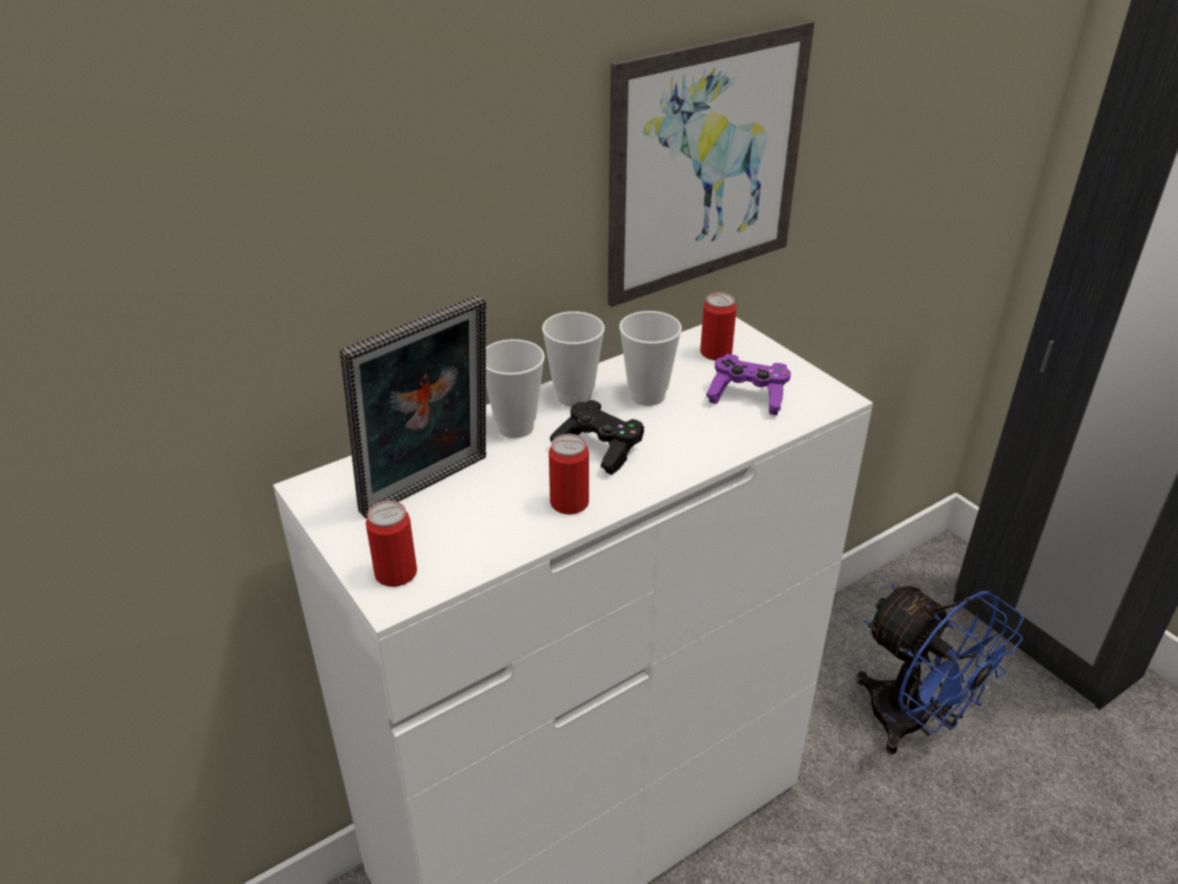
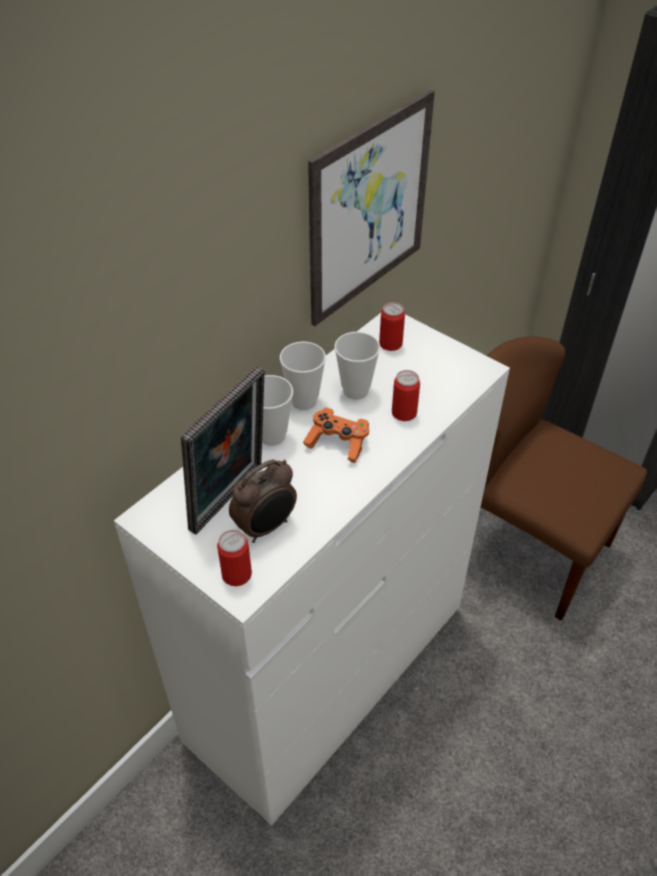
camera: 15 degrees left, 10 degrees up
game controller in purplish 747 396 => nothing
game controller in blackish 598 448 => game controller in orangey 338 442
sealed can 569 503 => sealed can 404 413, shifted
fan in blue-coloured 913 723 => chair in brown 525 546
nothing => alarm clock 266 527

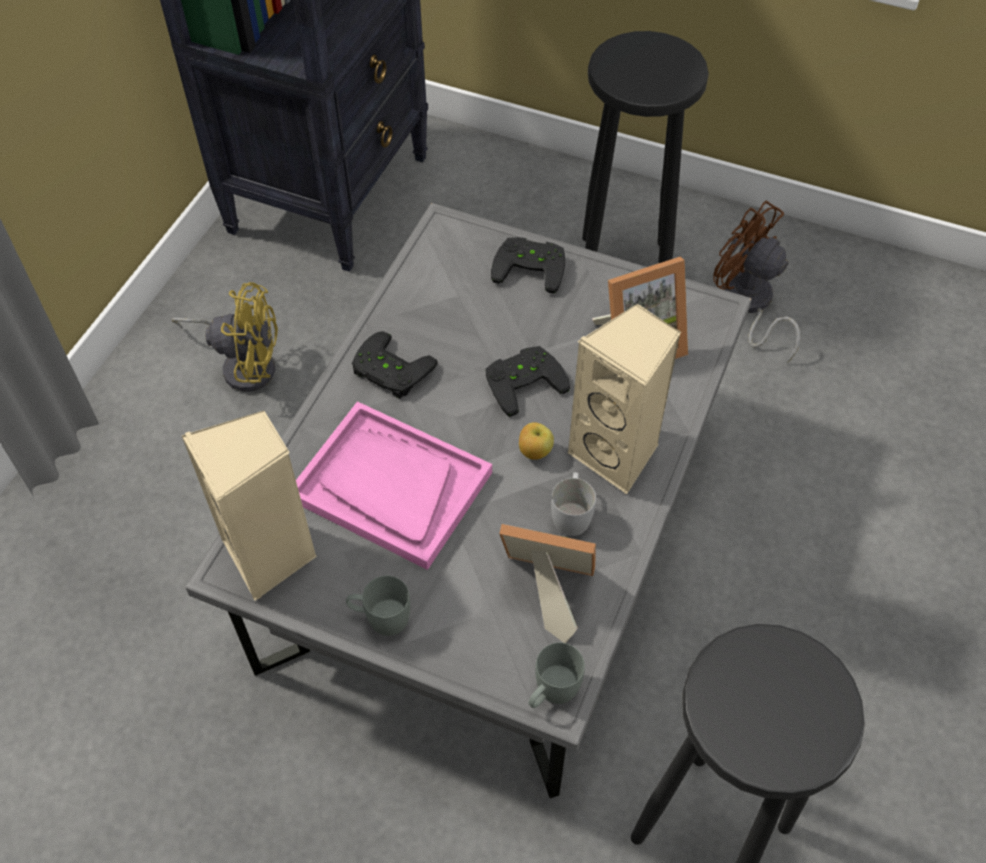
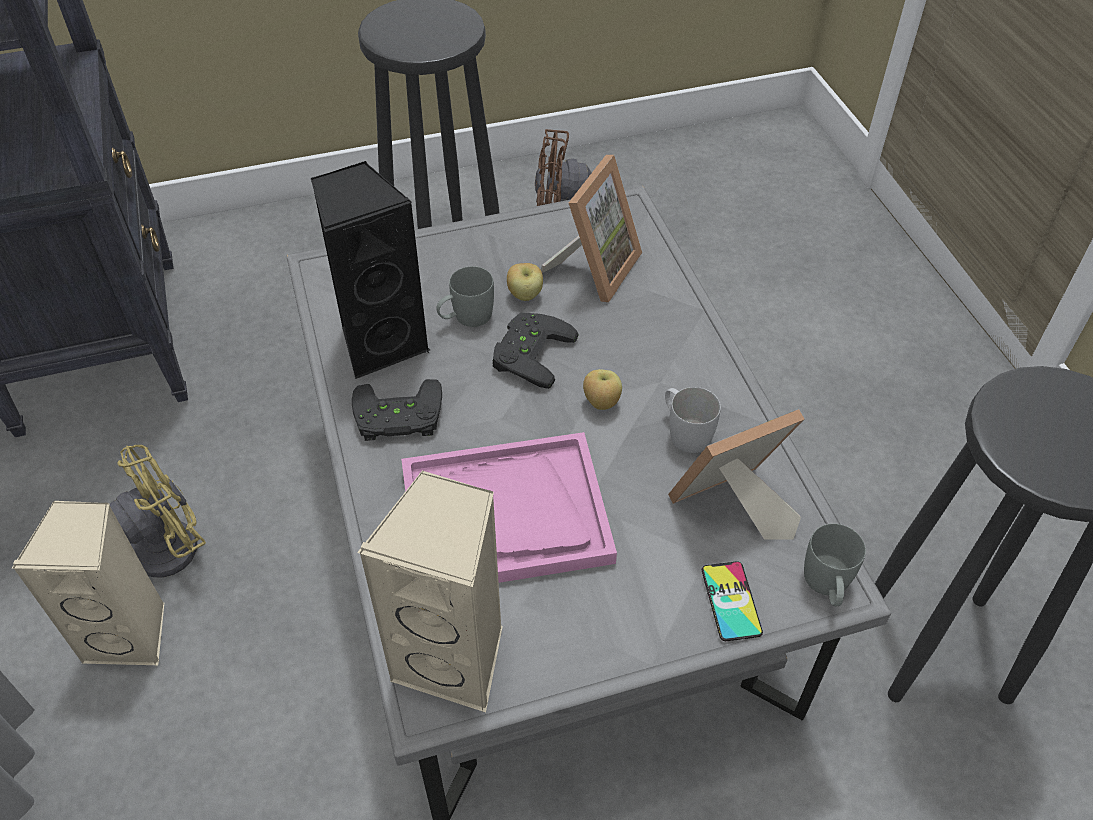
camera: 40 degrees left, 5 degrees down
game controller in blackish 531 266 => nothing
audio speaker in beige-coloured 618 453 => audio speaker in beige-coloured 131 634, shifted
tea mug in gray 380 617 => tea mug in gray 466 318, shifted
nothing => audio speaker in blackish 381 342
nothing => whole apple 525 295
nothing => handset 731 601

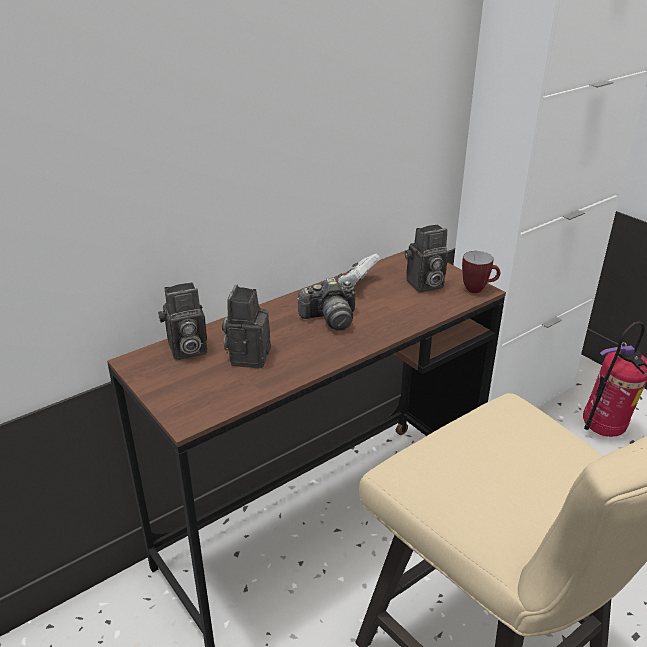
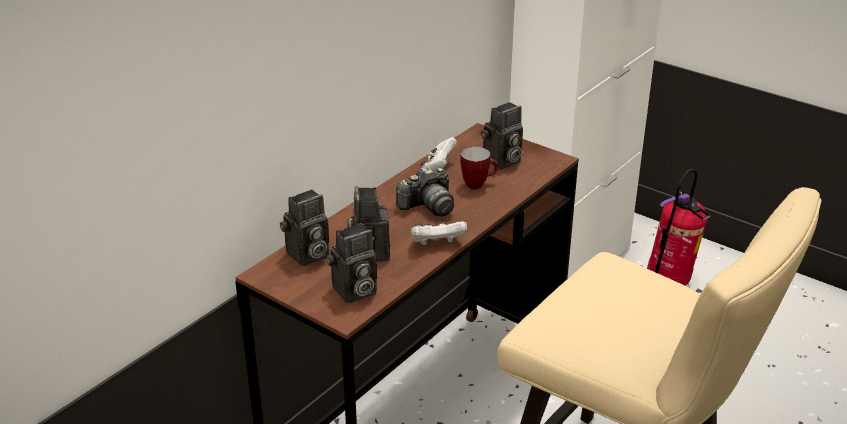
camera: 15 degrees left, 0 degrees up
tea mug 478 289 => tea mug 478 184, shifted
nothing => game controller in whitish 437 244
nothing => photo camera 353 292

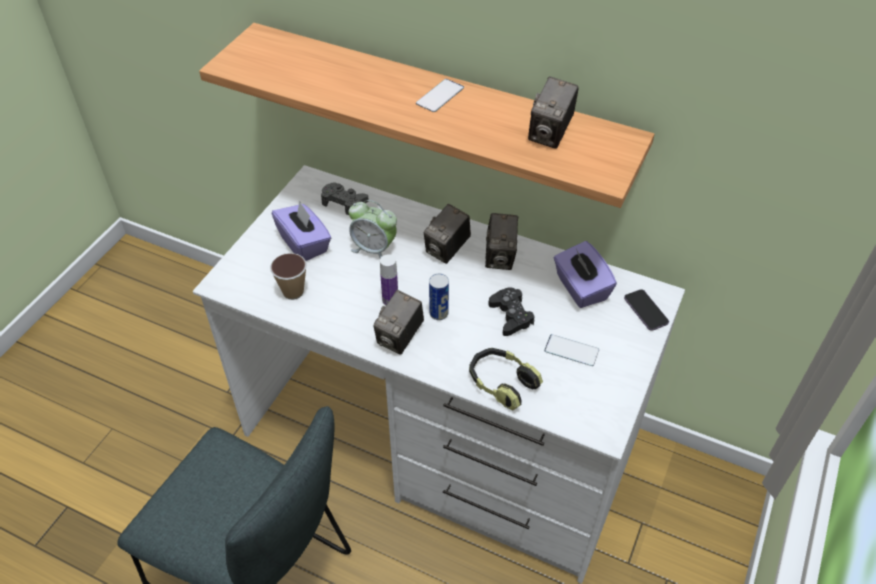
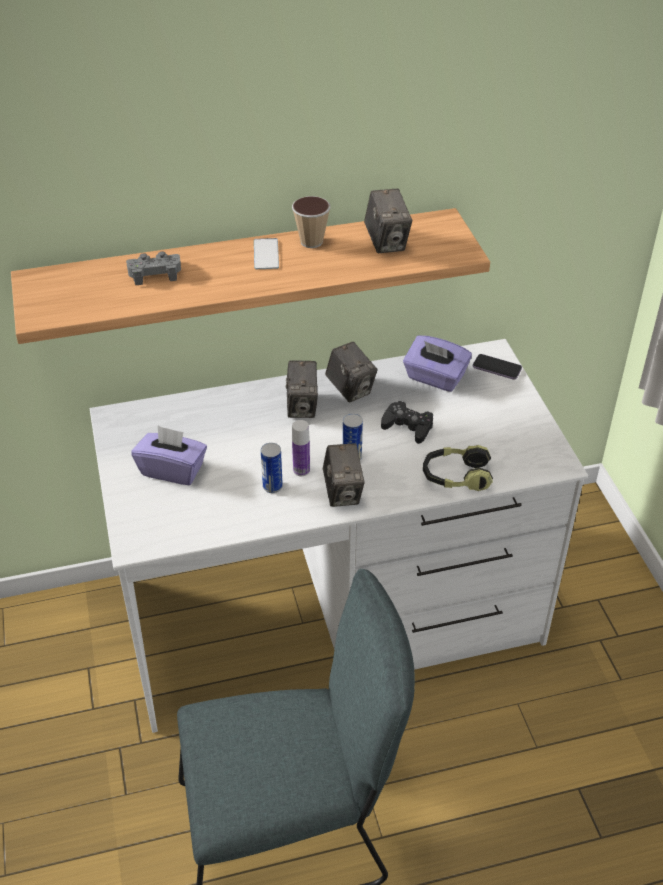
camera: 40 degrees left, 5 degrees down
game controller in gray 344 202 => game controller in gray 155 273, shifted
alarm clock 374 249 => nothing
small cup 293 292 => small cup 311 242, shifted
handset 571 350 => nothing
nothing => sealed can 272 486

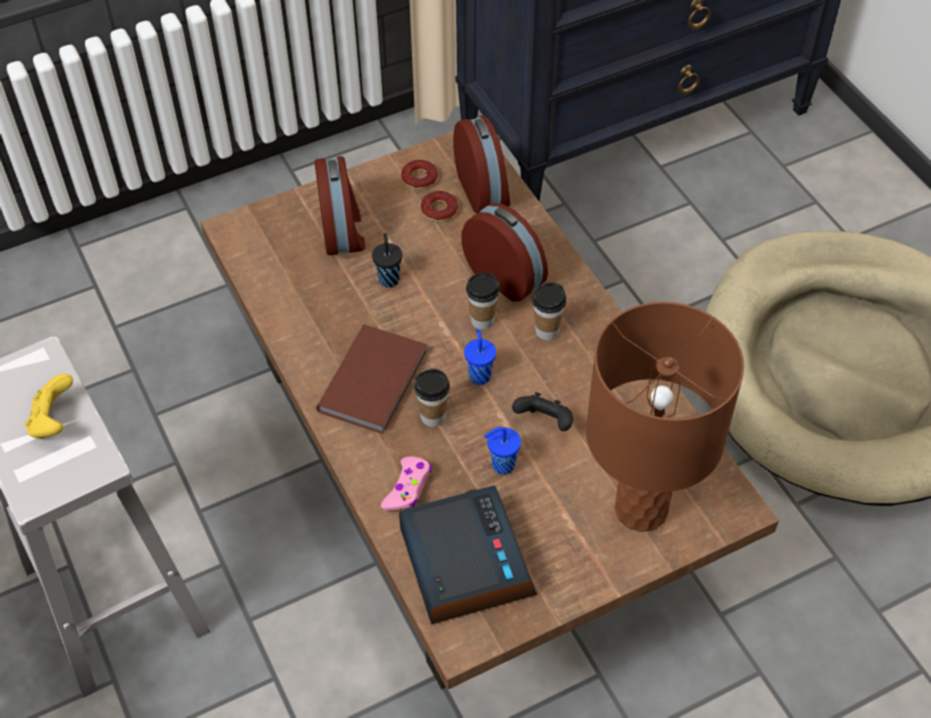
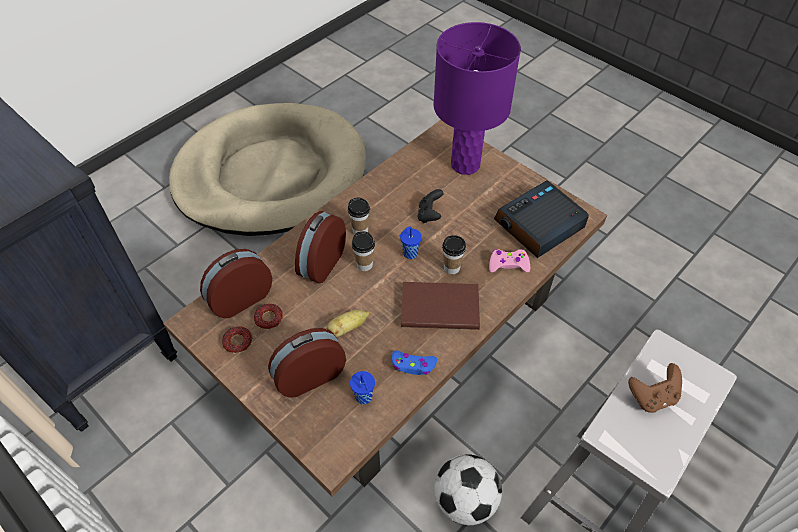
camera: 110 degrees left, 0 degrees up
small cup in blackish 388 279 => banana 347 328
lamp for a table in brown 641 508 => lamp for a table in purplish 464 164
game controller in yellowish 53 421 => game controller in brown 652 397
small cup in blue-coloured 501 465 => small cup in blue-coloured 364 398, shifted
nothing => game controller in blue-coloured 413 365
nothing => football ball 465 500

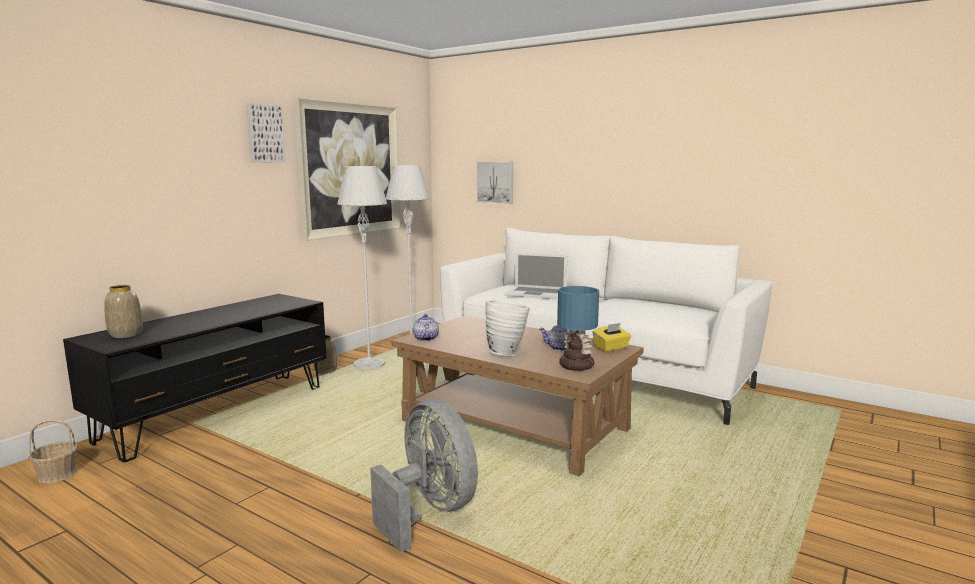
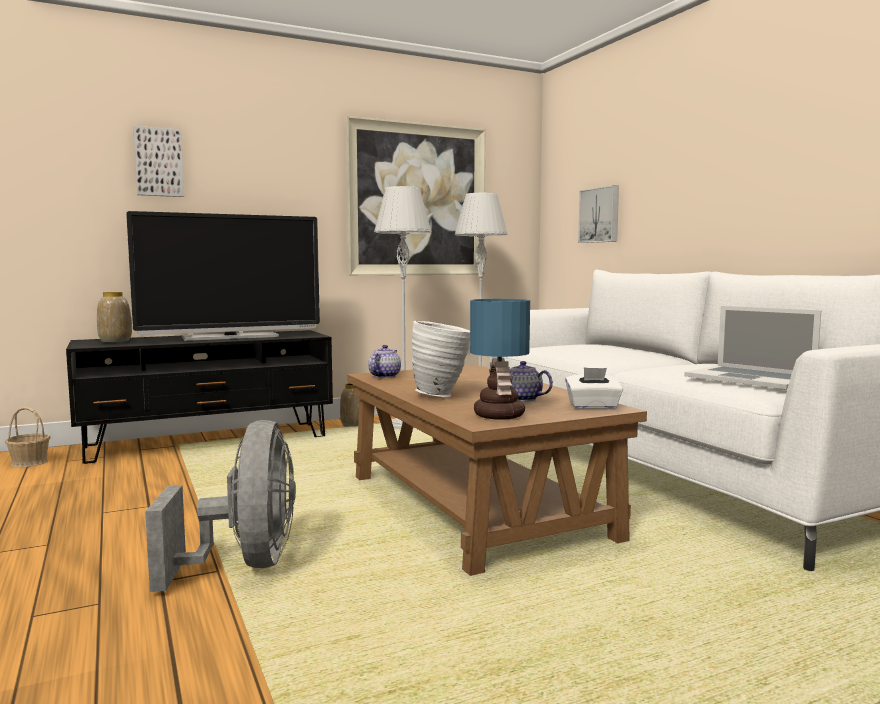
camera: 30 degrees right, 5 degrees down
picture 264 133 => picture 159 162, shifted
laptop 536 293 => laptop 750 378, shifted
box of tissues in yellowish 611 348 => box of tissues in whitish 593 406
nothing => TV set 230 337

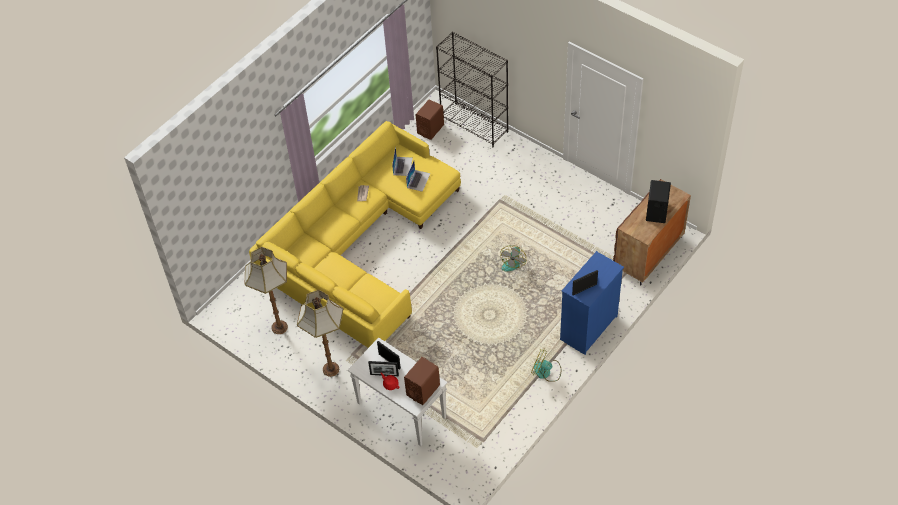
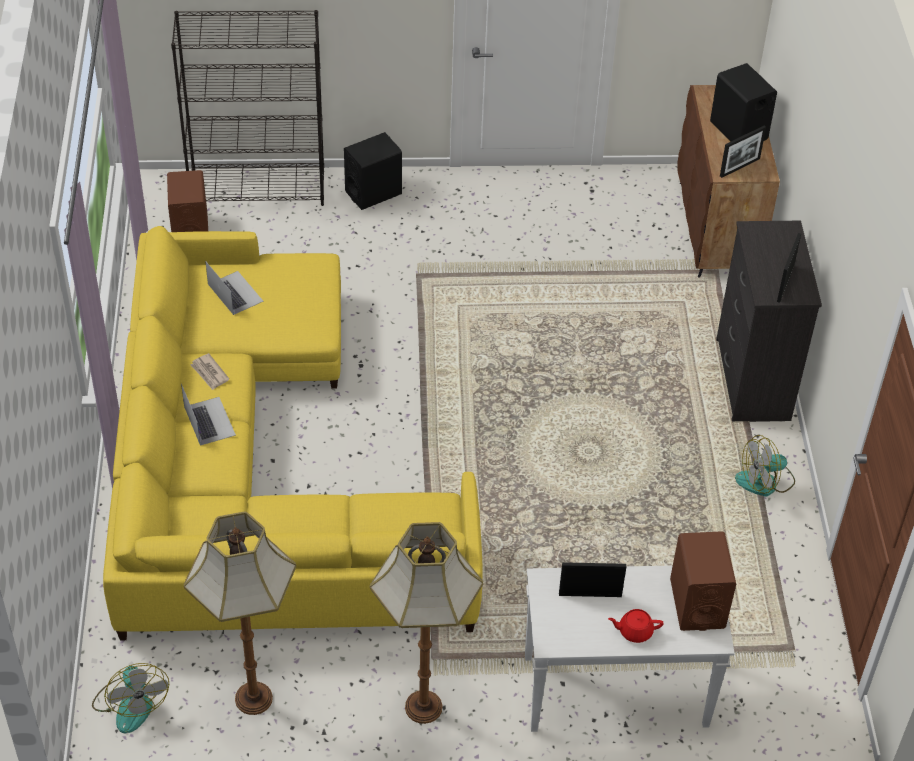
camera: 45 degrees left, 5 degrees down
laptop 418 180 => laptop 209 420, shifted
fan 512 262 => fan 130 703, shifted
chest of drawers in blue-coloured 588 328 => chest of drawers in blackish 752 380
standing frame 384 374 => standing frame 739 167, shifted
nothing => audio speaker in blackish 373 193

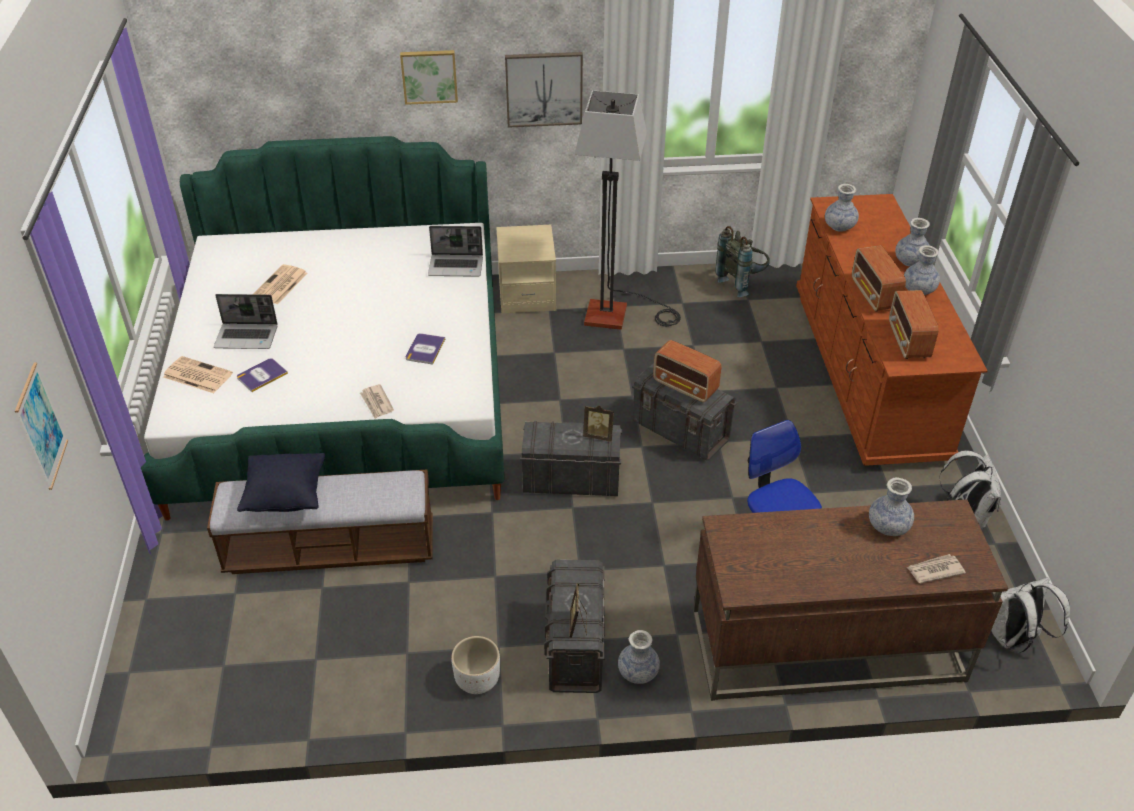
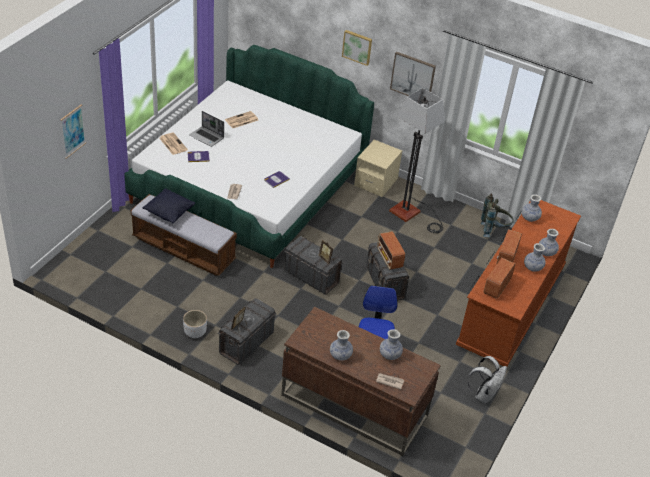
camera: 30 degrees right, 0 degrees up
laptop 456 266 => nothing
backpack in whitish 1013 639 => nothing
vase 638 672 => vase 340 355, shifted

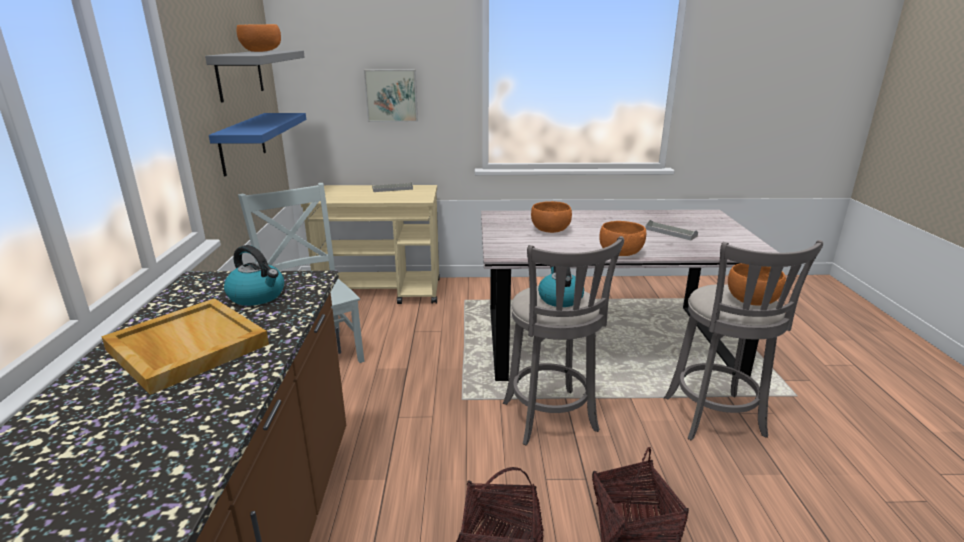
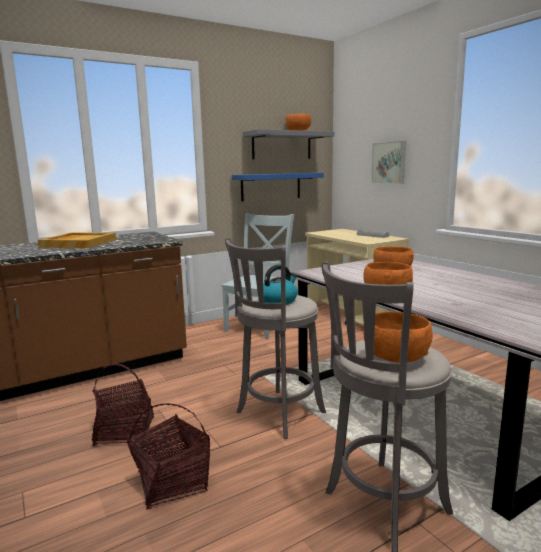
camera: 60 degrees right, 10 degrees down
carrying tray in gray 670 232 => nothing
water kettle 258 296 => nothing

